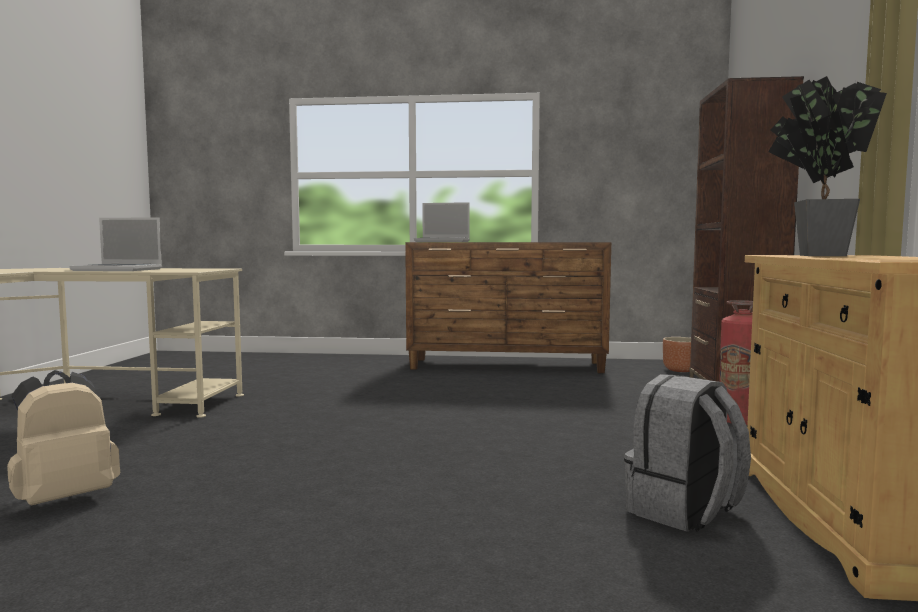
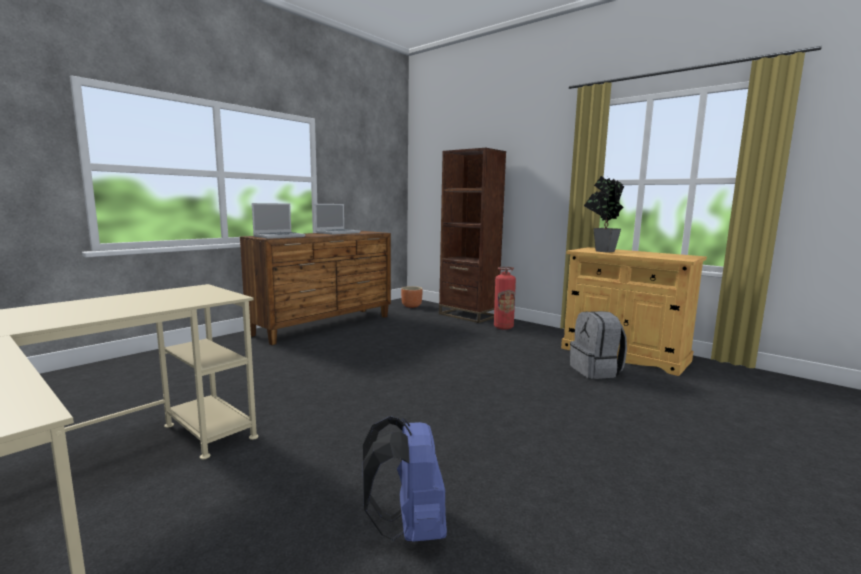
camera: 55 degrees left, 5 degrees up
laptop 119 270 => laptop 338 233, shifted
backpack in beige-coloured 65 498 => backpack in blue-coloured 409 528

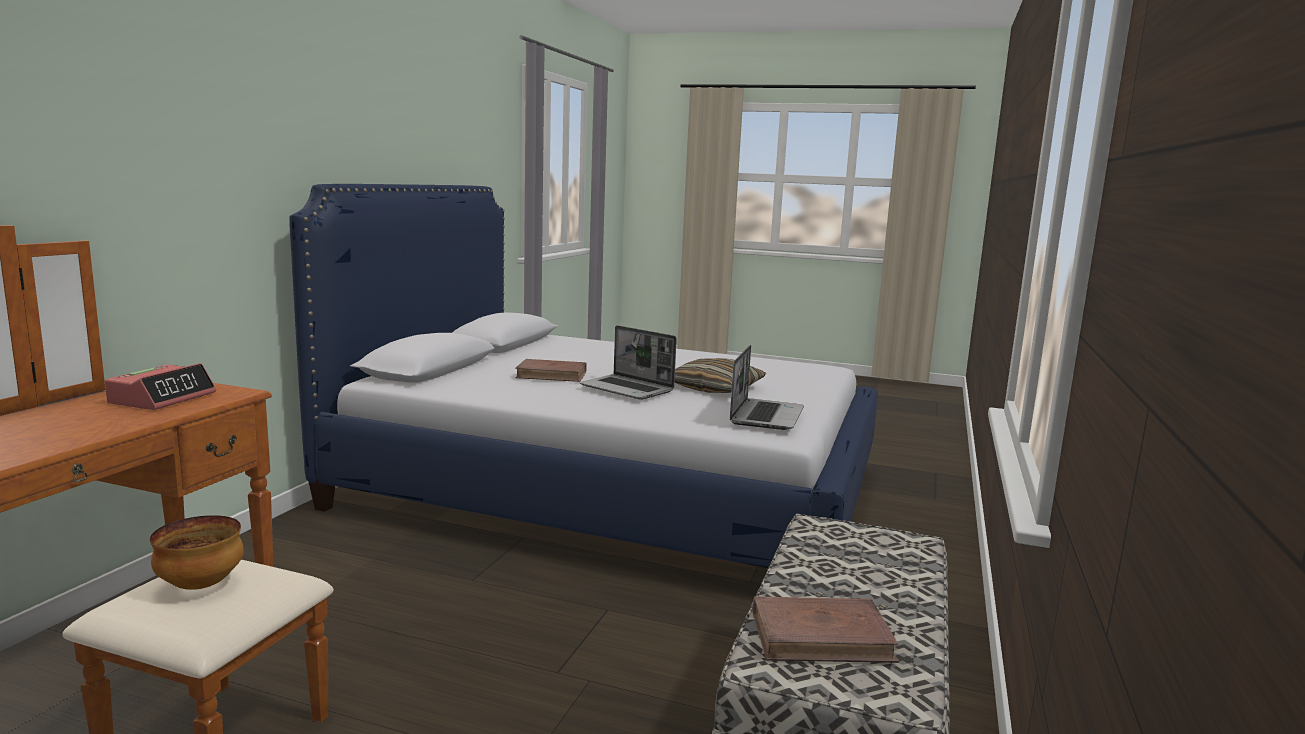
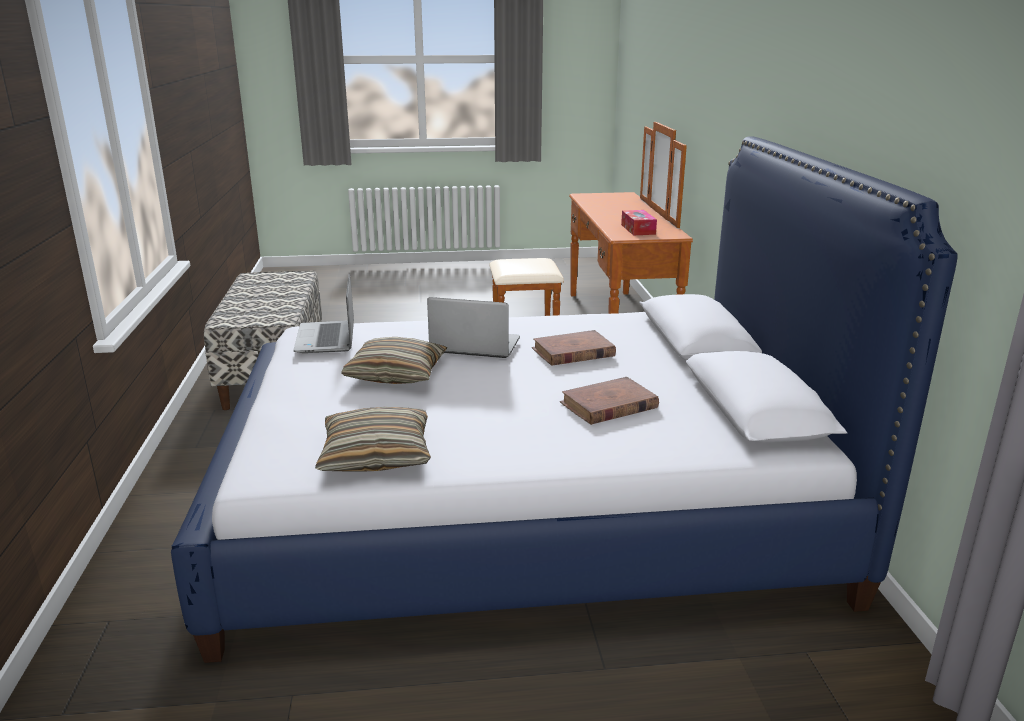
camera: 155 degrees right, 10 degrees up
alarm clock 163 398 => box of tissues 638 229
deep dish 202 585 => nothing
volume in brown 821 637 => volume in brown 608 406, shifted
nothing => pillow 376 455

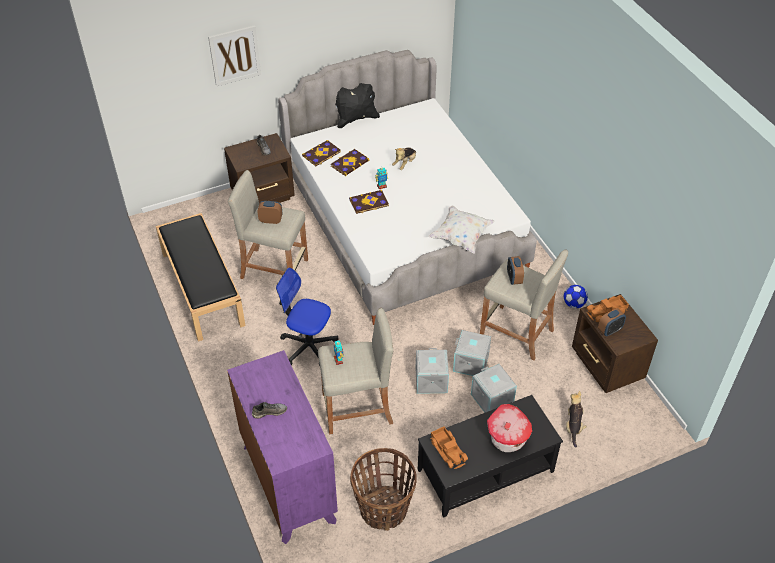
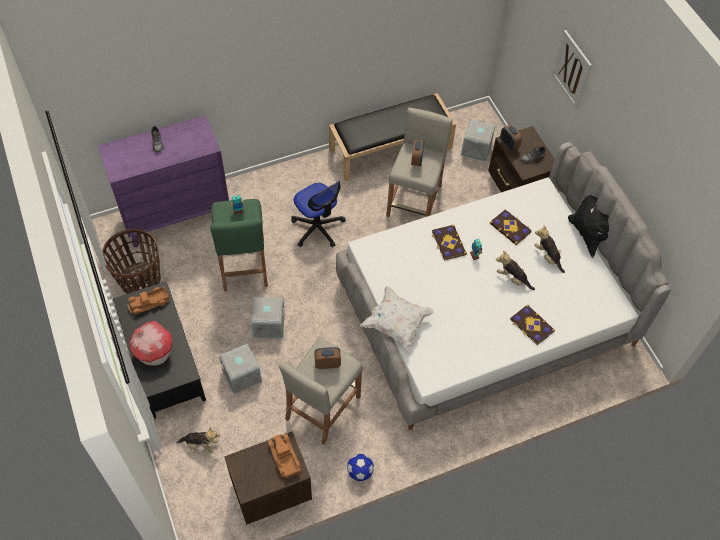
camera: 90 degrees right, 10 degrees up
volume 322 154 => volume 531 325, shifted
office chair 308 346 => office chair 318 228, 120 degrees clockwise
stool in beige-coloured 357 409 => stool in green 243 264
alarm clock 609 330 => alarm clock 509 144, shifted
storage bin in gray 471 362 => storage bin in gray 477 149, shifted
nothing => soft toy 547 256

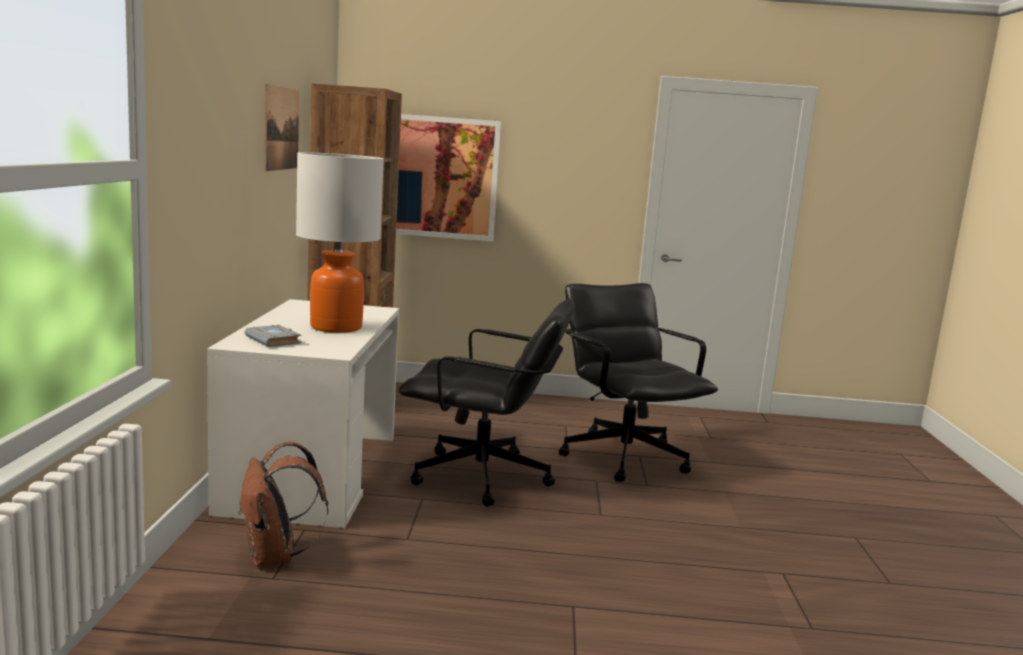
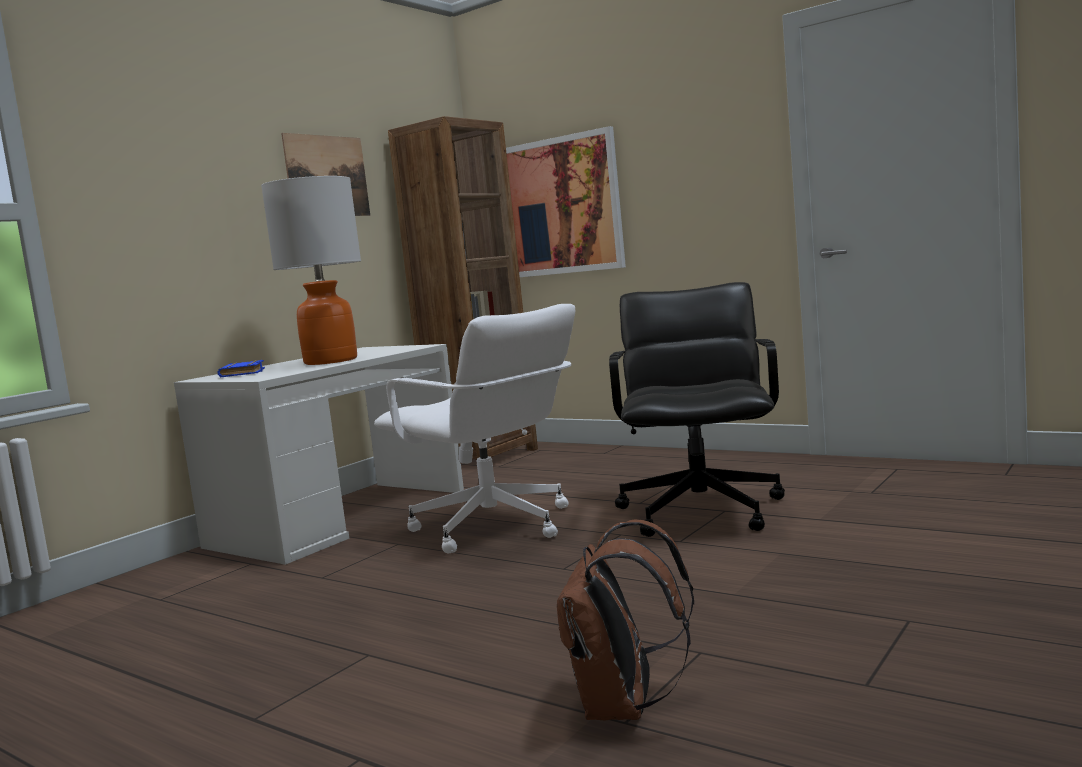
camera: 35 degrees right, 5 degrees down
office chair in blackish 483 478 => office chair in whitish 493 527
volume in gray 275 340 => volume in blue-coloured 244 373
backpack in brown 275 557 => backpack in brown 624 707, shifted

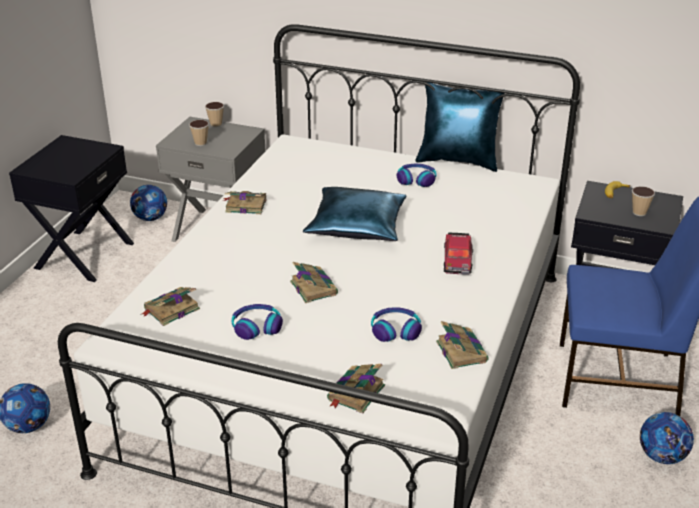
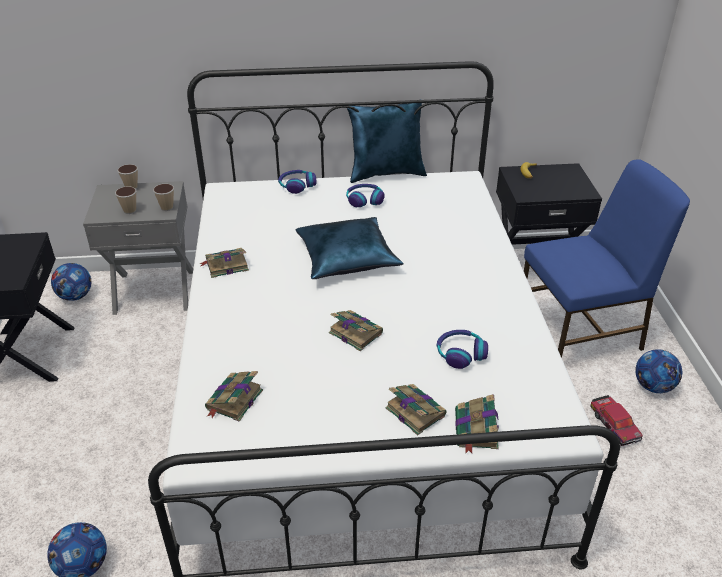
camera: 25 degrees left, 5 degrees up
small cup 639 212 => small cup 167 208, shifted
miniature car 458 259 => miniature car 614 425, shifted
pair of headphones 256 327 => pair of headphones 297 185, shifted
volume 461 351 => volume 414 411, shifted

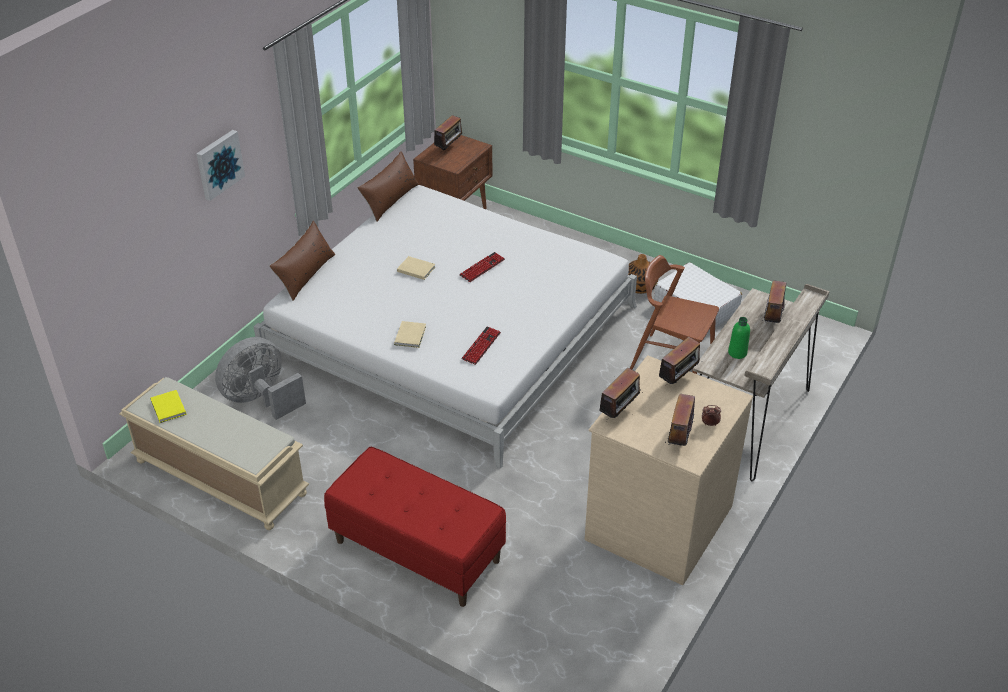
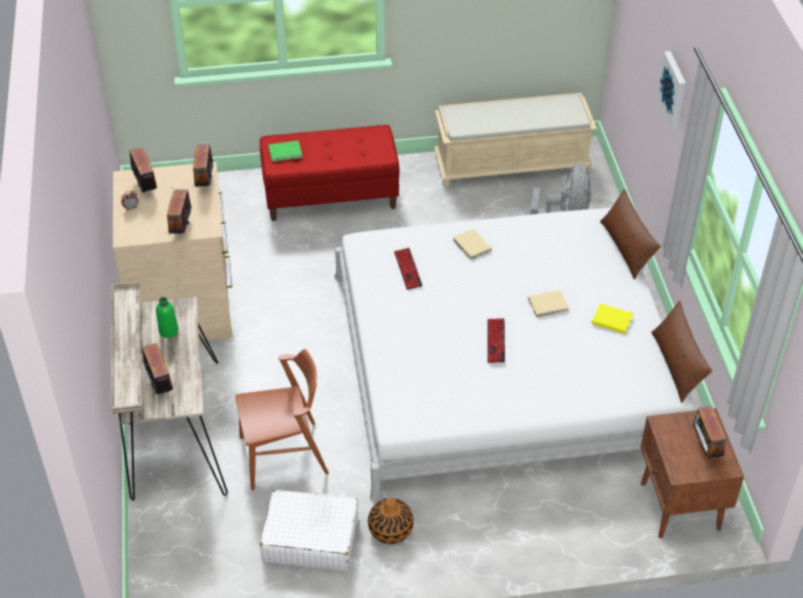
camera: 140 degrees right, 5 degrees up
volume in yellowish 168 408 => volume in yellowish 611 319, shifted
nothing => volume in green 286 152

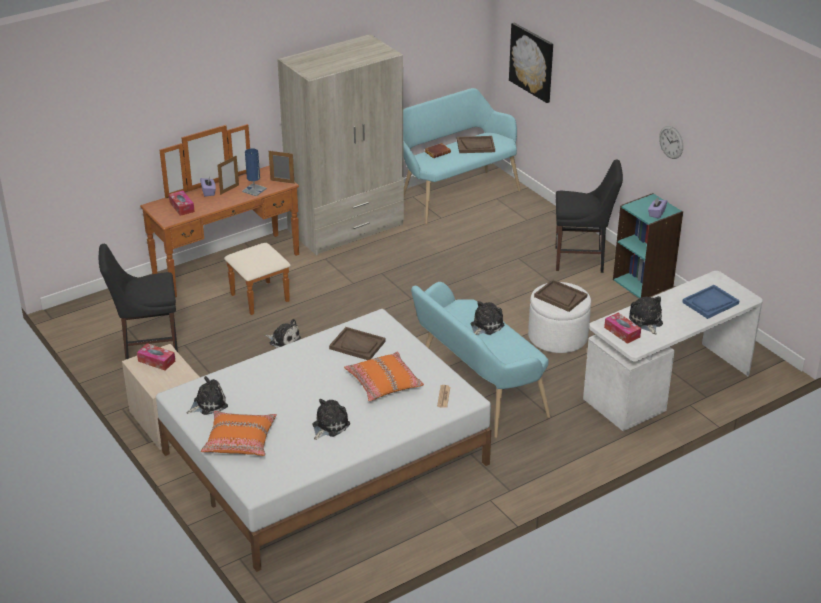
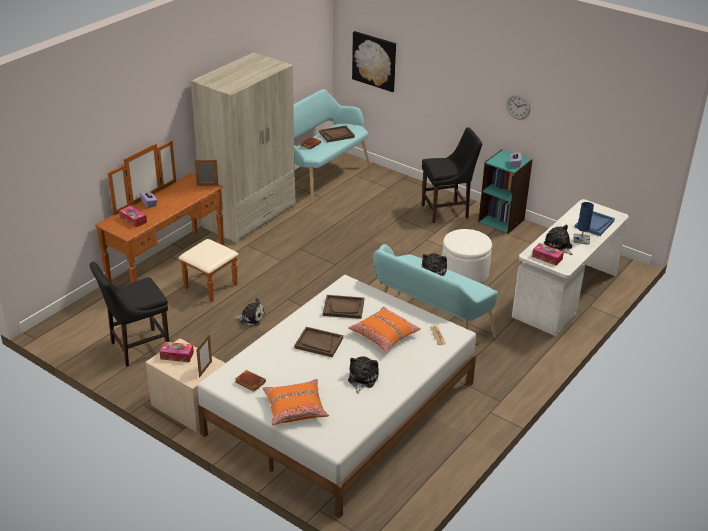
camera: 20 degrees left, 0 degrees up
lamp for a table in blue-coloured 254 190 => lamp for a table in blue-coloured 581 239, shifted
standing frame 229 190 => standing frame 205 369, shifted
carrying tray in brown 560 297 => carrying tray in brown 318 343, shifted
soft toy 208 404 => volume in brown 249 383

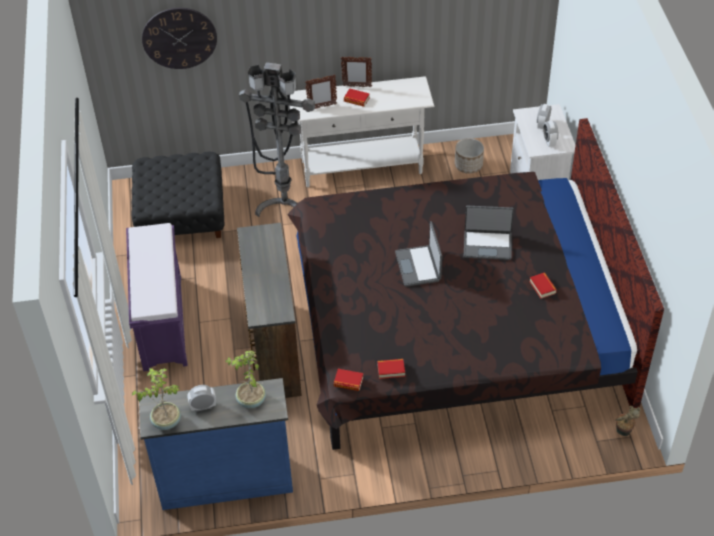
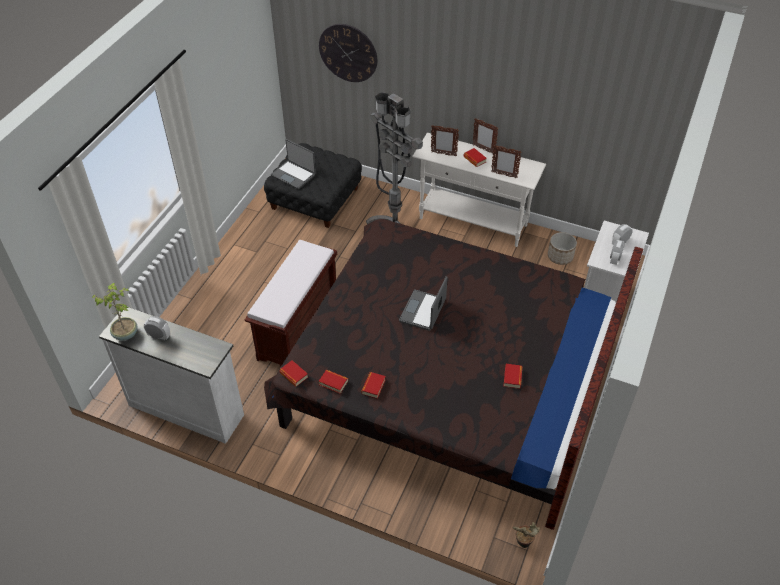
camera: 30 degrees right, 0 degrees up
laptop 487 245 => laptop 294 175, shifted
indoor bench in purplish 162 322 => nothing
chest of drawers in brown 273 351 => indoor bench in brown 298 329
houseplant 250 401 => nothing
chest of drawers in blue-coloured 225 481 => chest of drawers in whitish 186 408
nothing => standing frame 504 175
nothing => volume 373 387

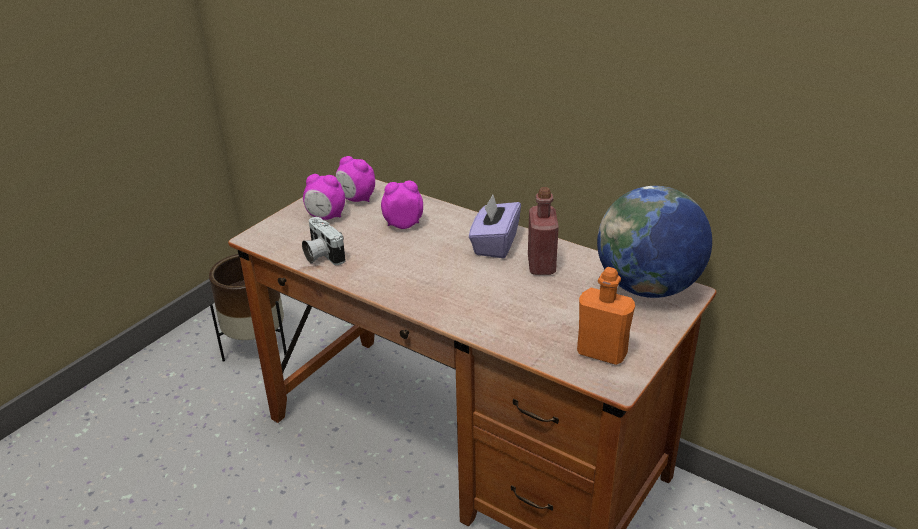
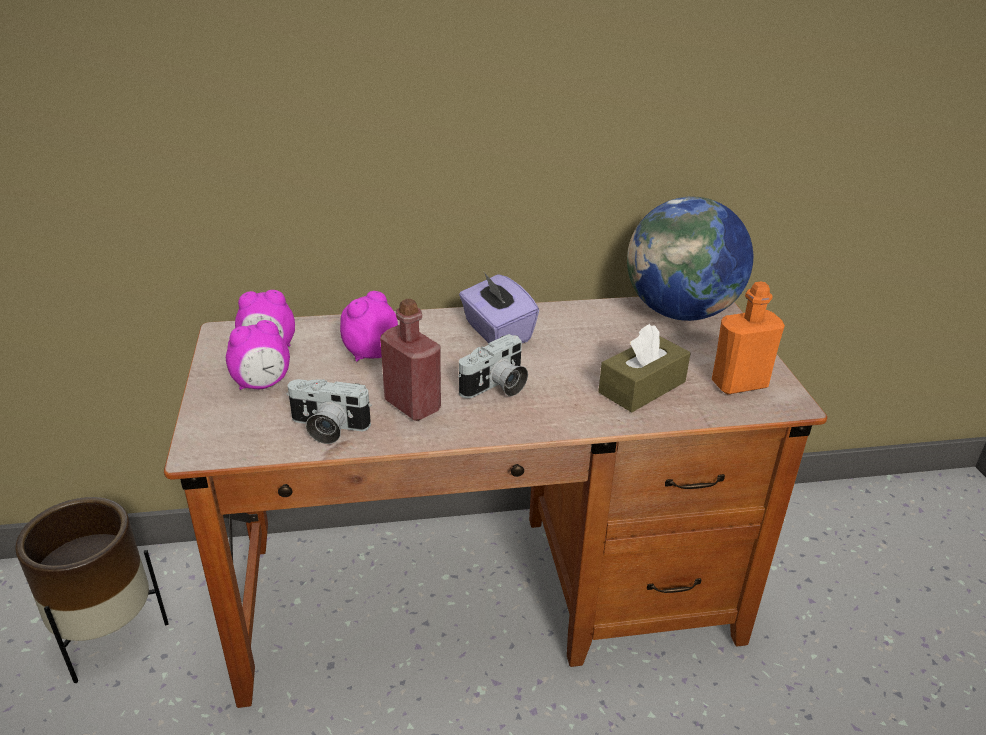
camera: 45 degrees left, 0 degrees up
drink bottle in red 541 265 => drink bottle in red 412 405, shifted
nothing => box of tissues in brown 642 387
nothing => photo camera 496 387

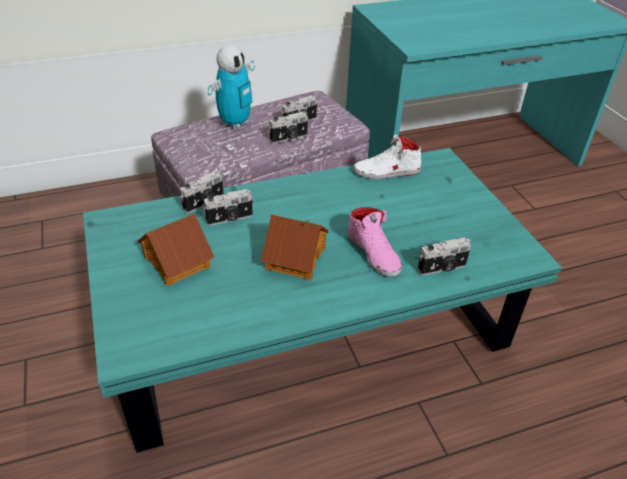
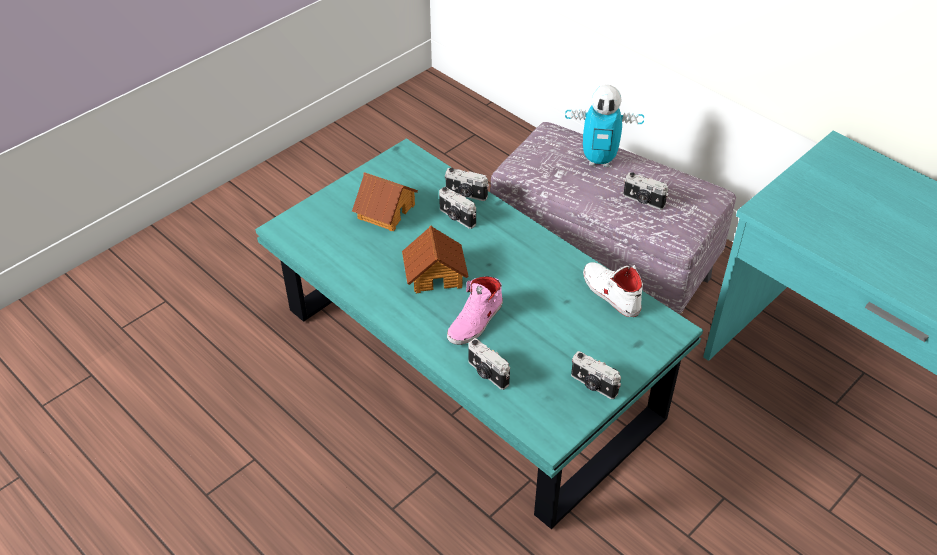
camera: 65 degrees right, 5 degrees up
photo camera 289 138 => photo camera 593 385, shifted

